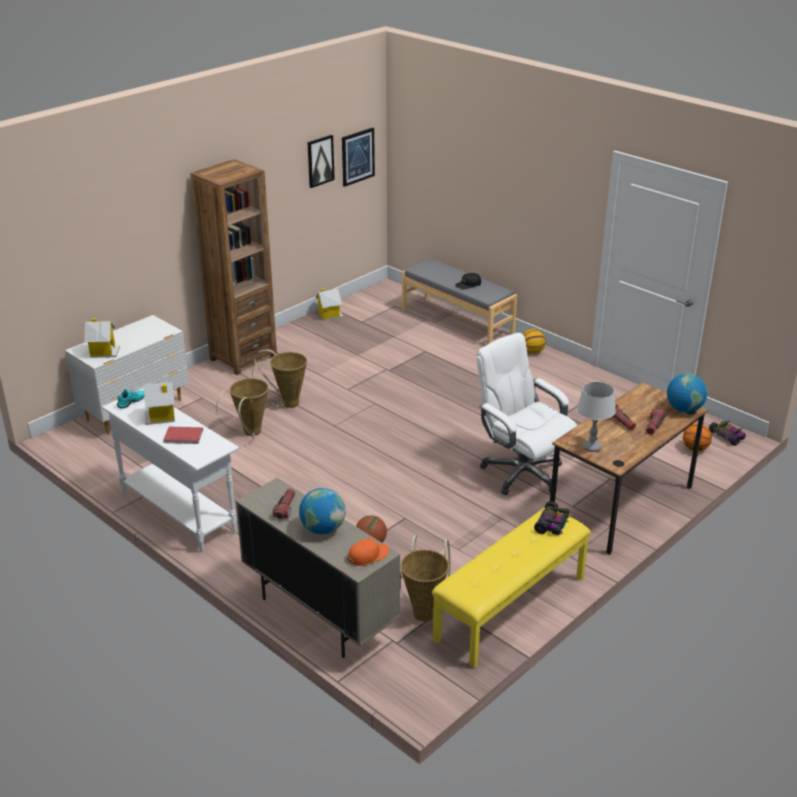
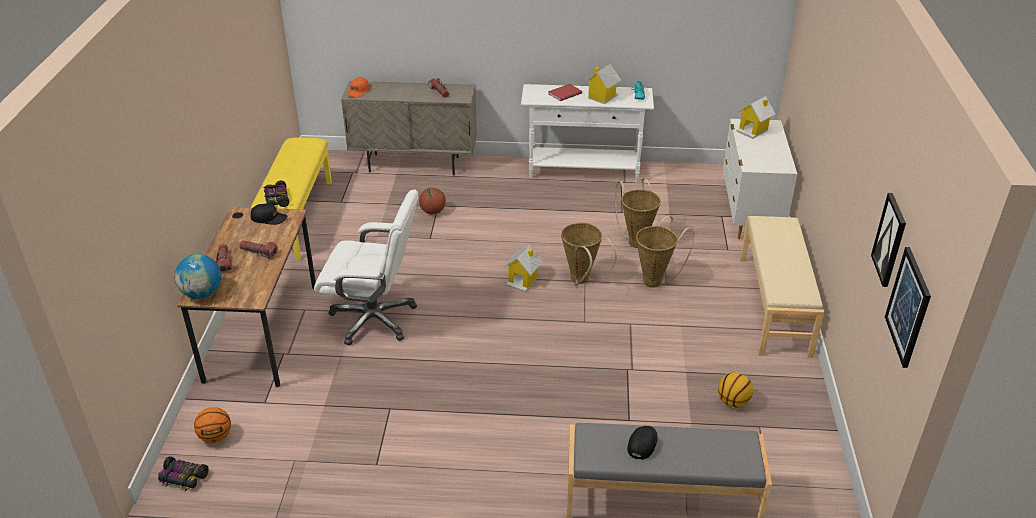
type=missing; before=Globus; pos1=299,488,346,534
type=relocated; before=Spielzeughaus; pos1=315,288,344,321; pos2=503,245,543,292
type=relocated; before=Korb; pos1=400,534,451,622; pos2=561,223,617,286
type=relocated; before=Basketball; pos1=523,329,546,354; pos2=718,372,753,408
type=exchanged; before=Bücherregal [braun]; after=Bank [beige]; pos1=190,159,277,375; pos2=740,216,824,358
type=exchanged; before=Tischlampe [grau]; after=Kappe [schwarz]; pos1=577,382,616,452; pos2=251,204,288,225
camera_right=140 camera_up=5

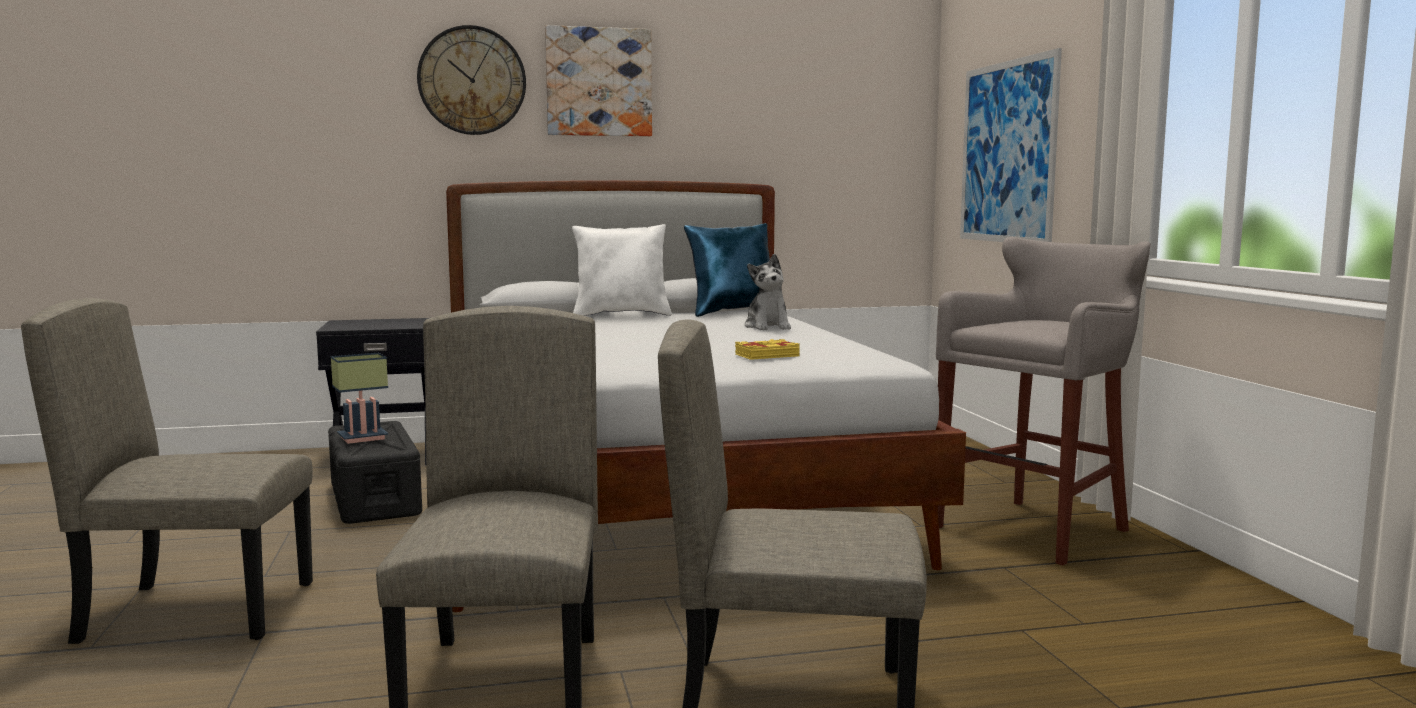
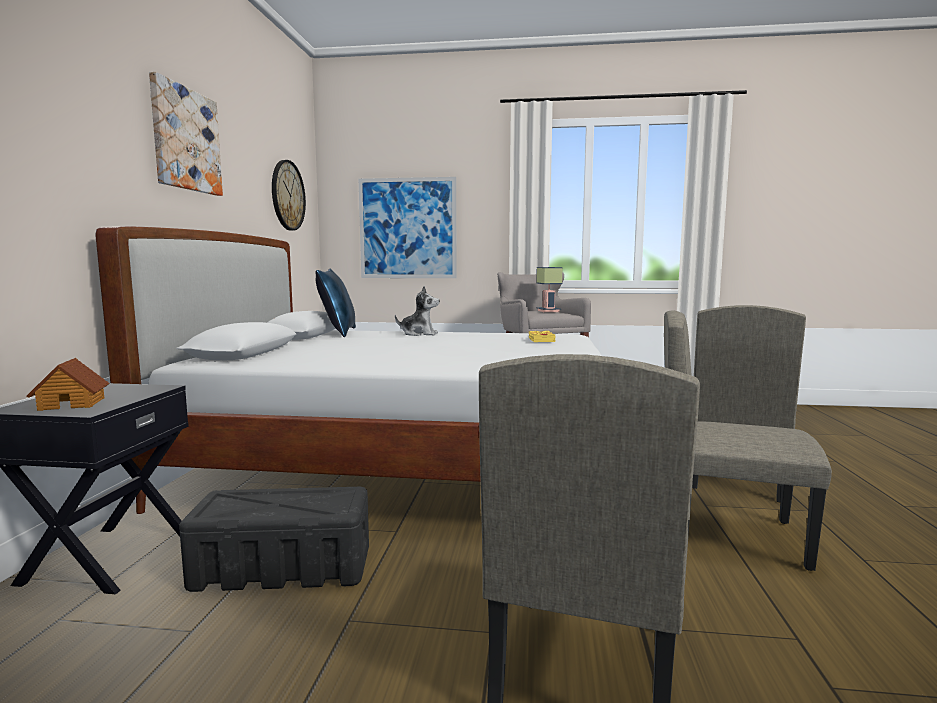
type=missing; before=Kissen [weiß]; pos1=572,224,672,316
type=appeared; after=Spielzeughaus; pos2=27,358,109,411
type=relocated; before=Tischlampe; pos1=331,353,389,444; pos2=536,267,563,312
type=relocated; before=Wanduhr; pos1=417,25,526,135; pos2=272,160,306,230
camera_right=-70 camera_up=0

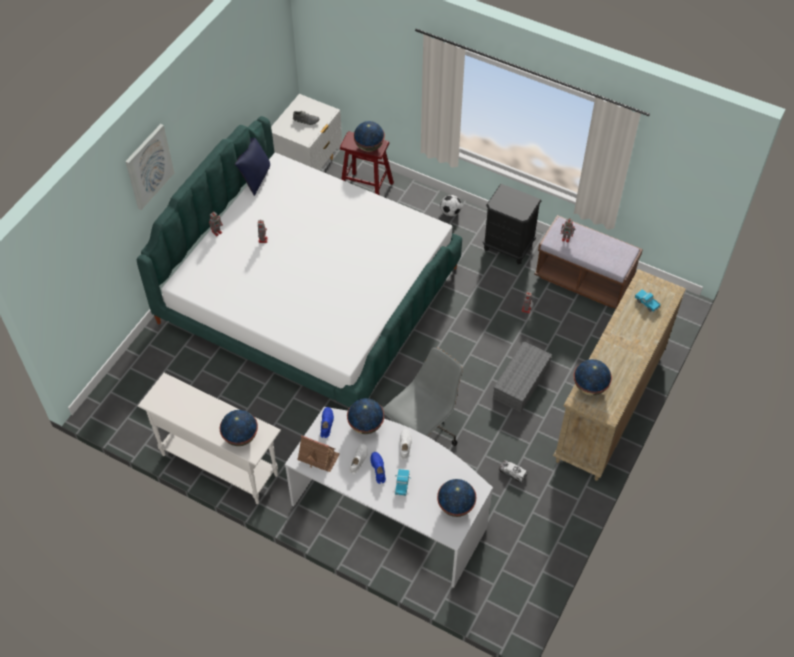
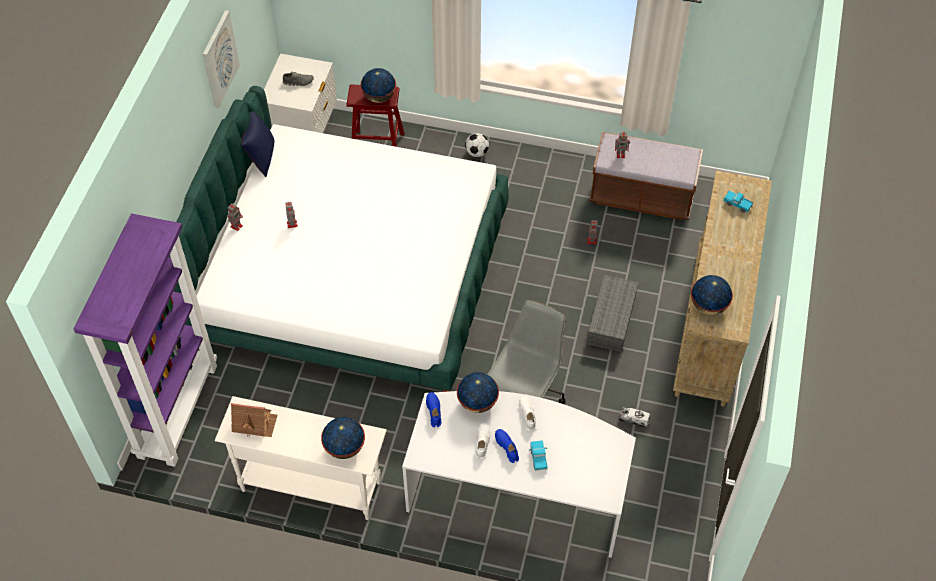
type=missing; before=Globus; pos1=437,479,476,517
type=missing; before=Nachttisch [schwarz]; pos1=483,184,542,264
type=appeared; after=Bücherregal [lila]; pos2=73,213,217,467
type=relocated; before=Bild; pos1=125,124,174,210; pos2=203,10,240,108
type=relocated; before=Spielzeughaus; pos1=297,435,340,472; pos2=231,403,277,437
camera_right=-15 camera_up=0

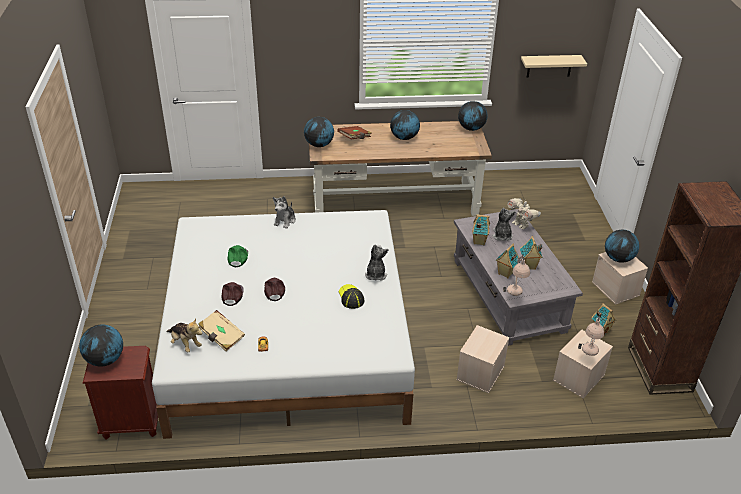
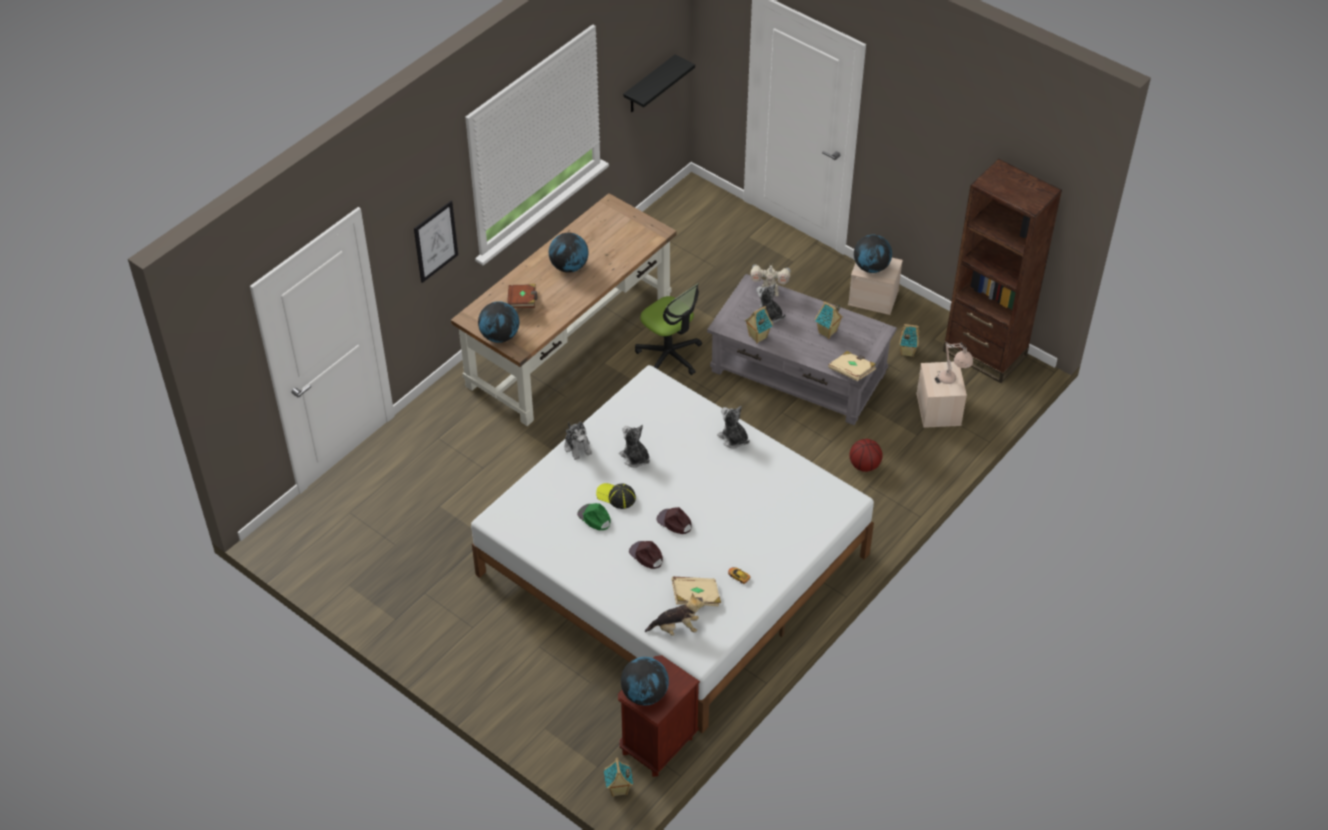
type=missing; before=Globus; pos1=458,101,488,131
type=appeared; after=Bild; pos2=414,201,458,283
type=appeared; after=Plüschtier; pos2=619,425,650,468
type=appeared; after=Bürostuhl; pos2=635,283,702,375
type=relocated; before=Kappe; pos1=338,284,364,309; pos2=596,483,636,509
type=relocated; before=Spielzeughaus; pos1=496,243,520,279; pos2=604,758,633,797
type=exchanged; before=Aufbewahrungsbox [beige]; after=Basketball; pos1=456,325,510,393; pos2=850,439,883,472
type=exchanged; before=Tischlampe [beige]; after=Buch [beige]; pos1=503,255,530,296; pos2=828,351,876,381
type=colour; before=Wandregal [beige]; after=Wandregal [schwarz]; pos1=521,55,587,77; pos2=623,55,695,112
camera_right=-45 camera_up=10

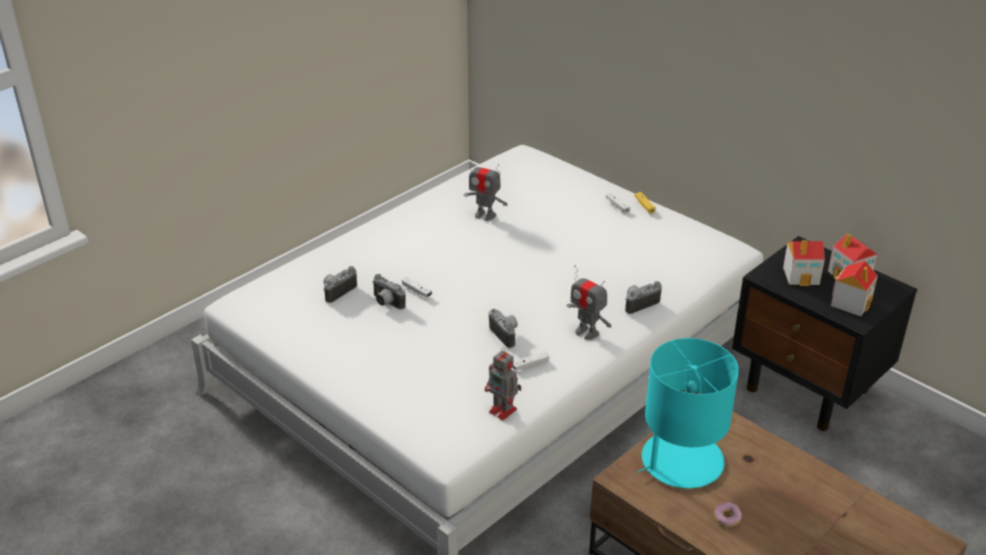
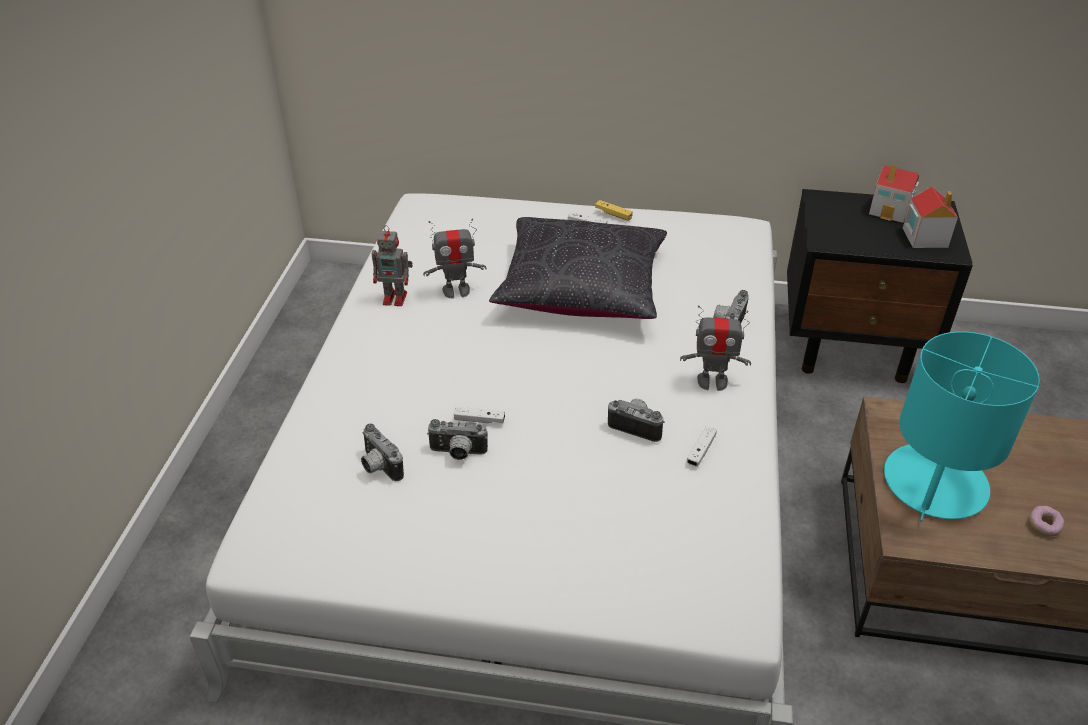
type=missing; before=Spielzeughaus; pos1=783,240,825,286
type=appeared; after=Kissen [schwarz]; pos2=489,217,667,319
type=relocated; before=Spielzeugroboter; pos1=485,348,521,420; pos2=372,225,413,306
type=spun; before=Kamera; pos1=323,266,357,303; pos2=361,423,404,481; turn=-45
camera_right=-35 camera_up=5

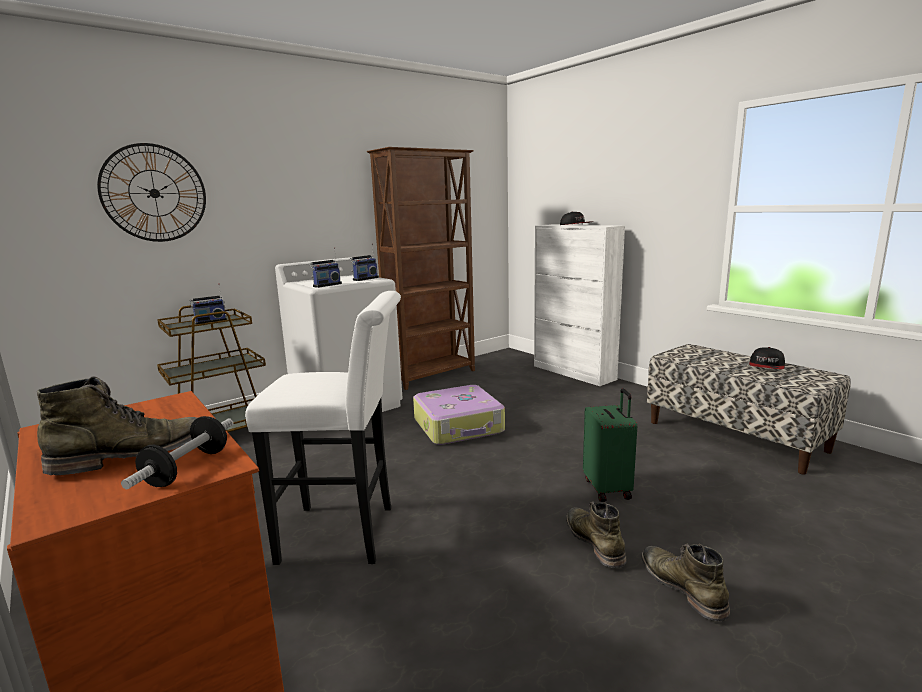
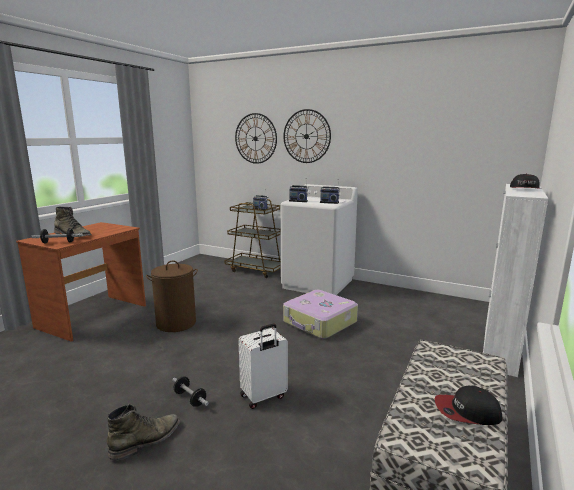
type=missing; before=Bücherregal [braun]; pos1=367,147,475,390
type=appeared; after=Wanduhr; pos2=283,109,331,163
type=exchanged; before=Hocker [weiß]; after=Wäschekorb [braun]; pos1=245,291,401,565; pos2=146,260,198,332
type=exchanged; before=Stiefel [grün]; after=Hantel; pos1=566,501,627,568; pos2=172,376,209,407
type=colour; before=Koffer [grün]; after=Koffer [weiß]; pos1=583,388,637,502; pos2=238,324,288,409
camera_right=65 camera_up=0

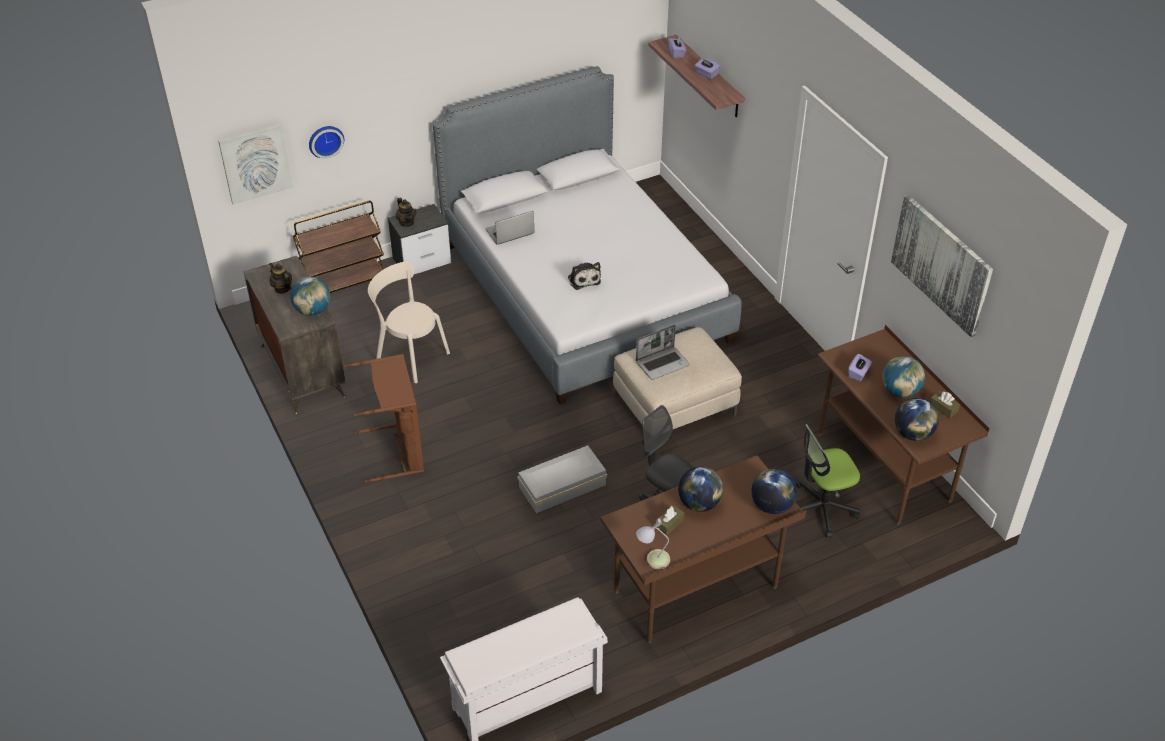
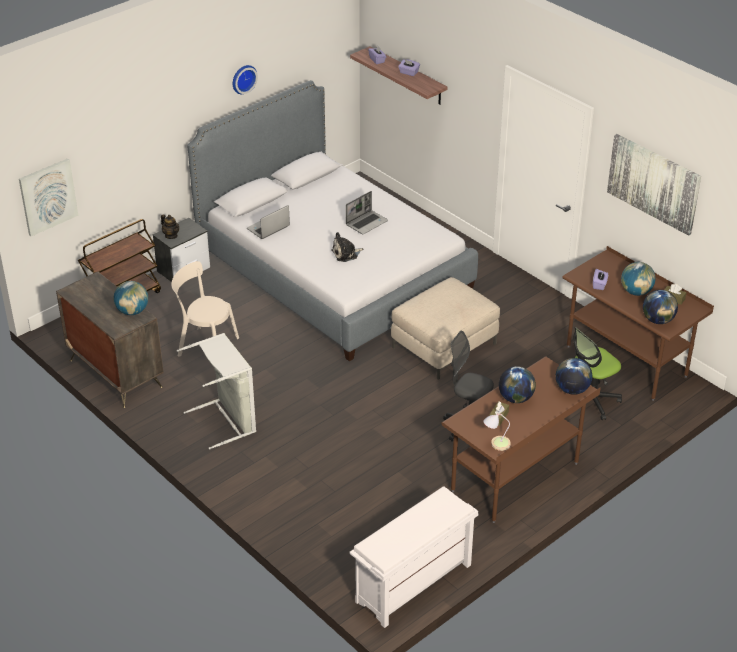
type=missing; before=Teekanne; pos1=270,263,292,294
type=missing; before=Aufbewahrungsbox [weiß]; pos1=517,445,607,513
type=relocated; before=Wanduhr; pos1=309,126,344,159; pos2=233,65,258,94
type=relocated; before=Laptop; pos1=636,325,690,380; pos2=346,191,388,234
type=colour; before=Wäschekorb [braun]; after=Wäschekorb [grau]; pos1=344,354,424,483; pos2=177,333,256,449
type=spun; before=Plüschtier; pos1=568,262,601,290; pos2=331,232,363,262; turn=105
camera_right=-15 camera_up=-5

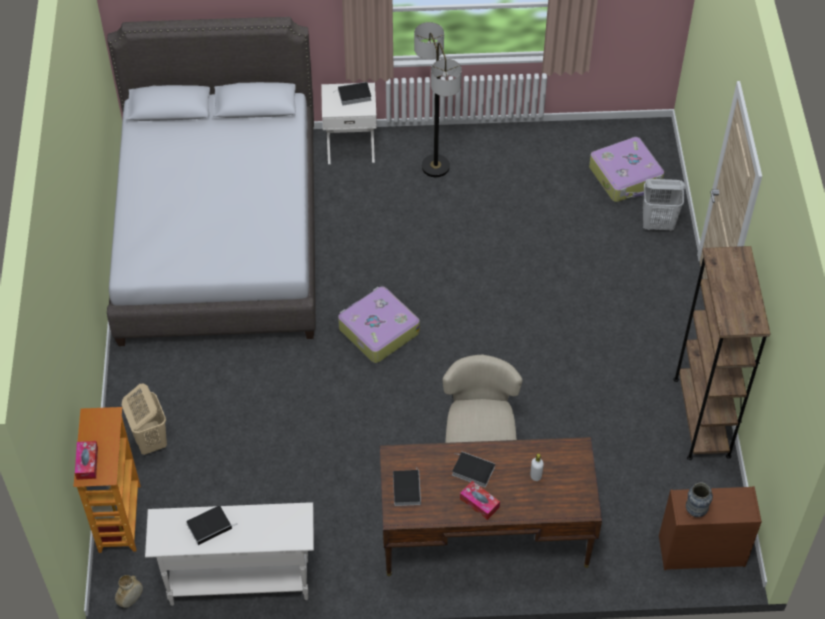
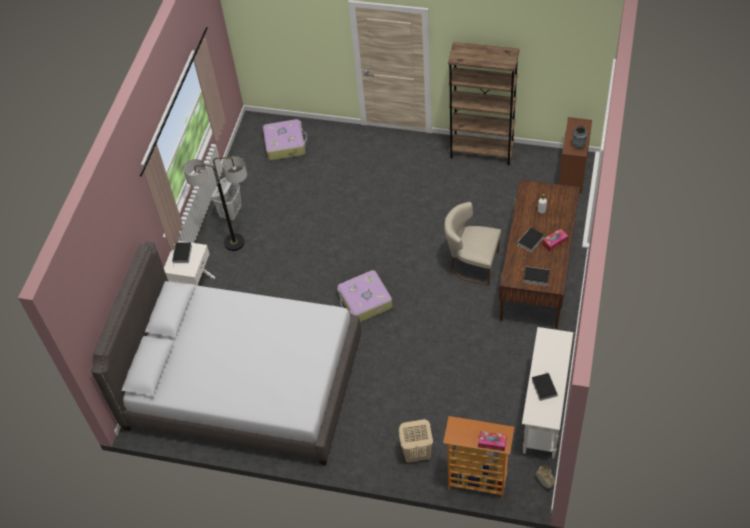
type=relocated; before=Wäschekorb [weiß]; pos1=643,179,686,231; pos2=212,177,242,220
camera_right=-70 camera_up=0

